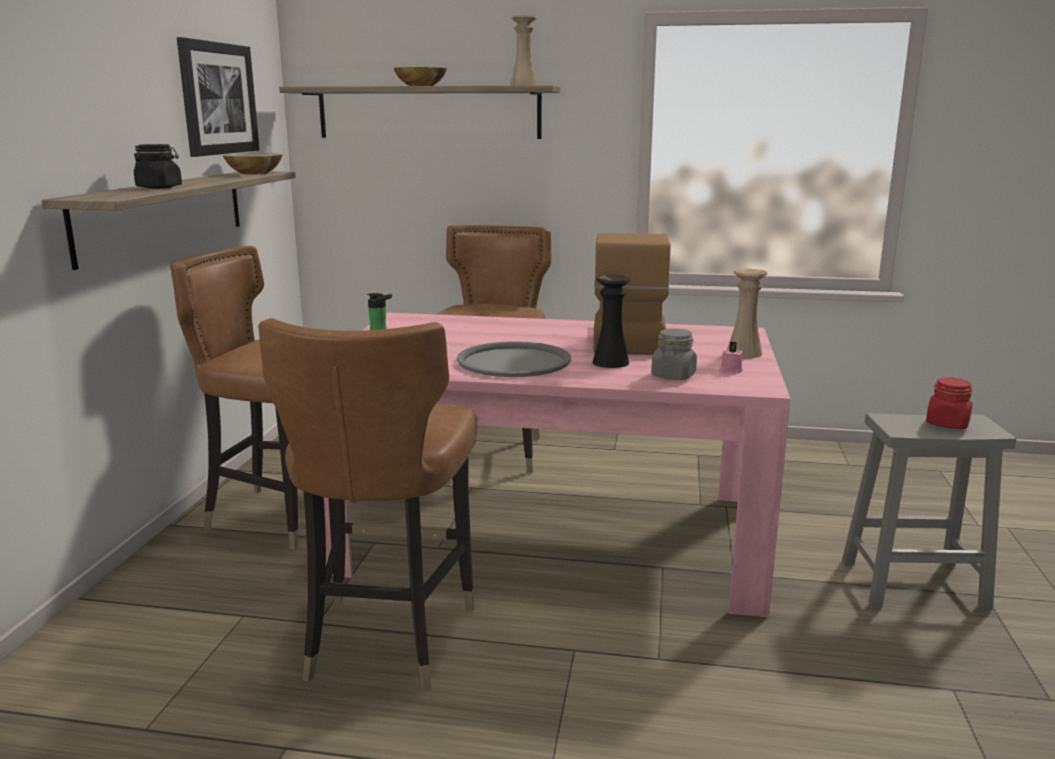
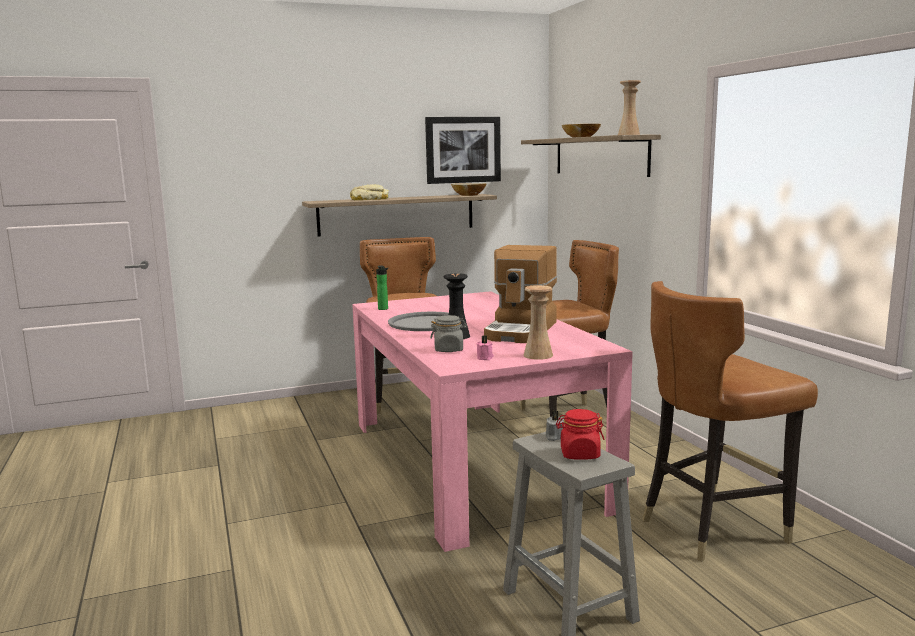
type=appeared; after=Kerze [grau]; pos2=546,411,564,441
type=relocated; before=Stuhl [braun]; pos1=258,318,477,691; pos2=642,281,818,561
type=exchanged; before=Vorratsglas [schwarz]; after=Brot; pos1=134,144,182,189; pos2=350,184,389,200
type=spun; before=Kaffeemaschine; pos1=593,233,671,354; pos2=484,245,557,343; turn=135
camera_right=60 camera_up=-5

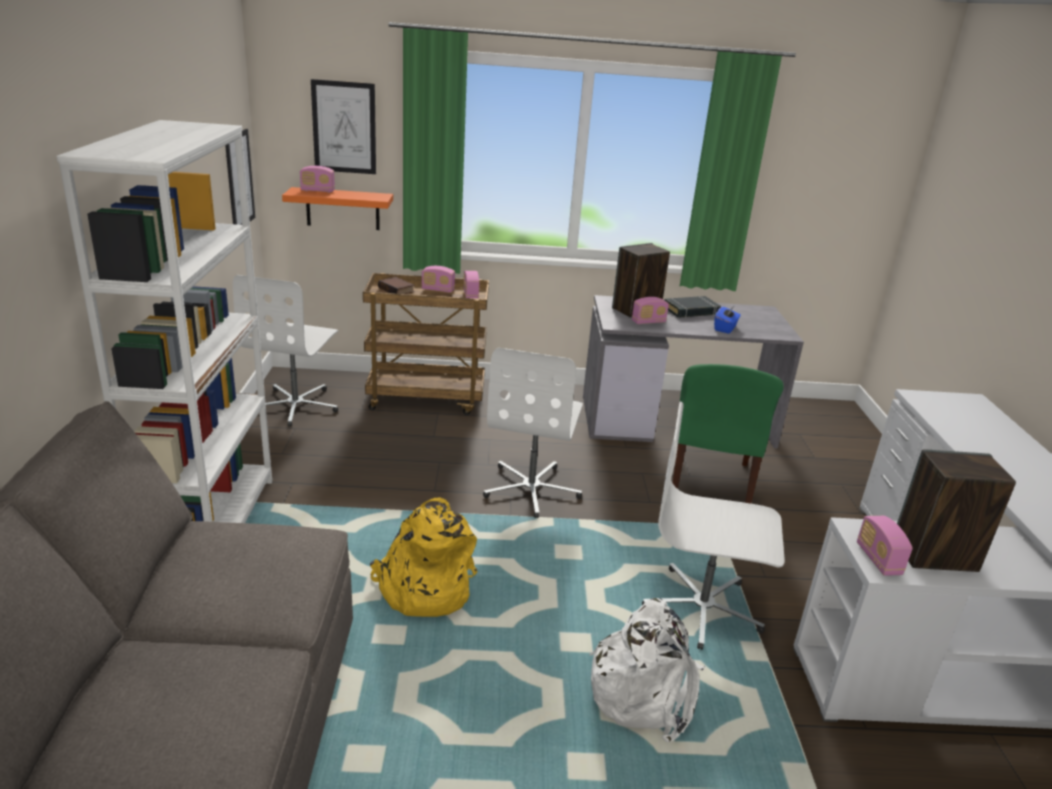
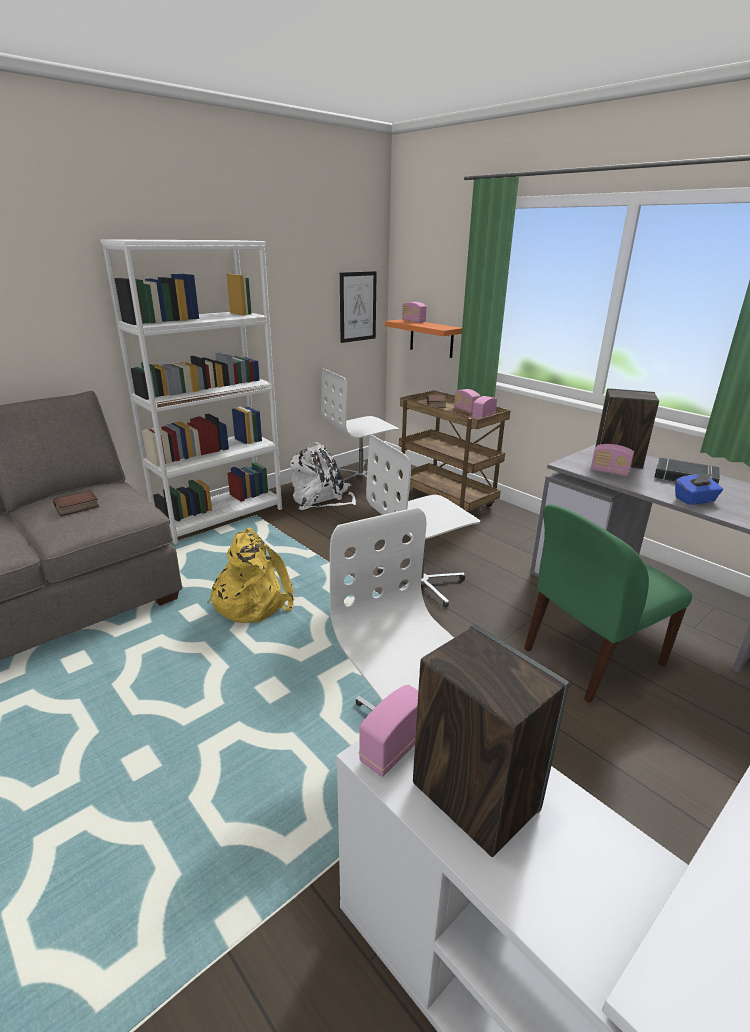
type=missing; before=Bild; pos1=311,79,376,174
type=appeared; after=Buch; pos2=53,490,100,516
type=relocated; before=Rucksack [weiß]; pos1=589,598,705,743; pos2=290,442,356,510
camera_right=50 camera_up=0

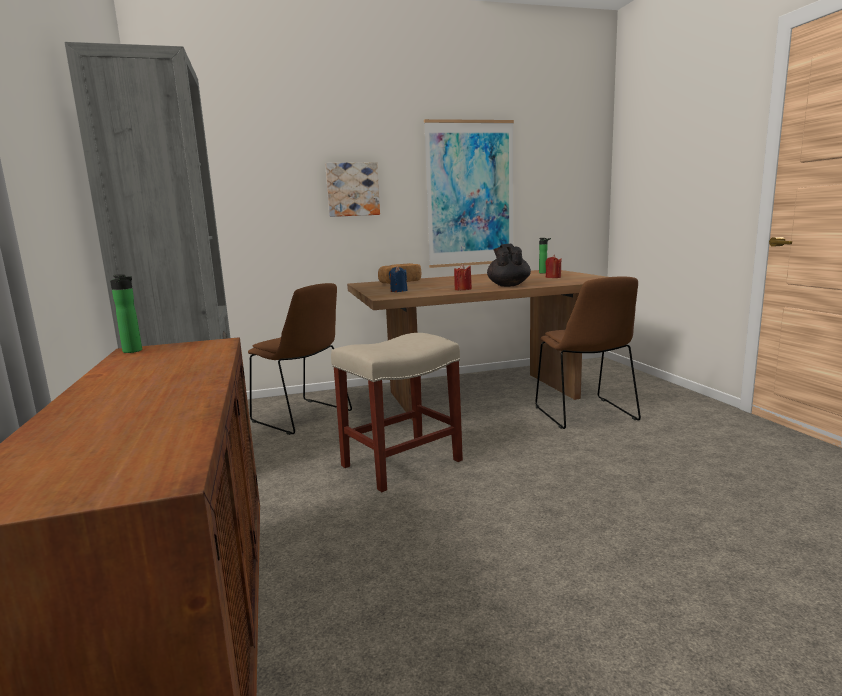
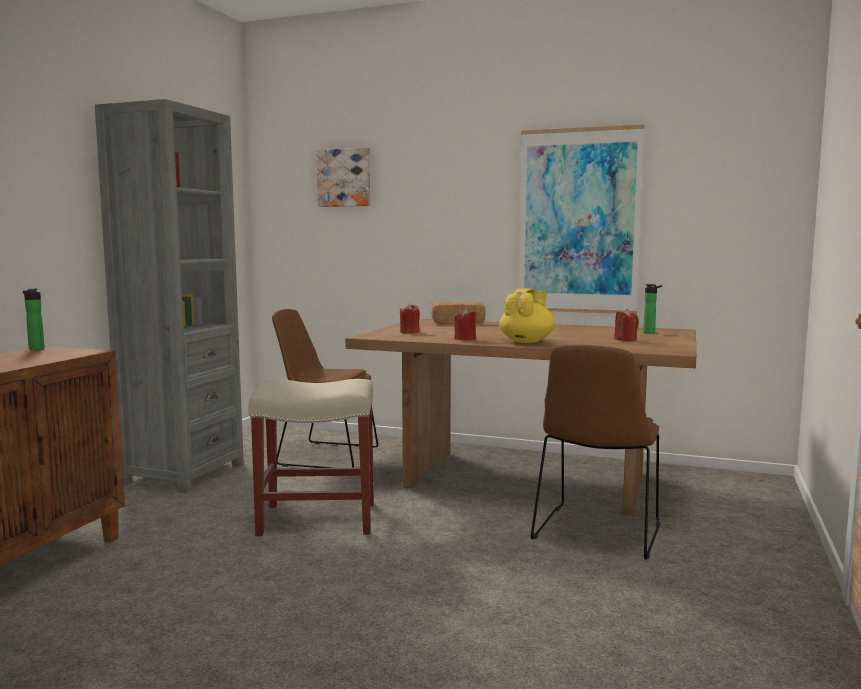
type=relocated; before=Bild; pos1=325,162,380,217; pos2=316,148,370,207
type=colour; before=Kerze [blau]; after=Kerze [rot]; pos1=389,266,408,292; pos2=400,304,420,333
type=colour; before=Teekanne [schwarz]; after=Teekanne [gelb]; pos1=487,244,531,287; pos2=499,289,555,343
type=spun; before=Stuhl [braun]; pos1=248,283,352,435; pos2=272,309,378,468; turn=120
camera_right=35 camera_up=-5

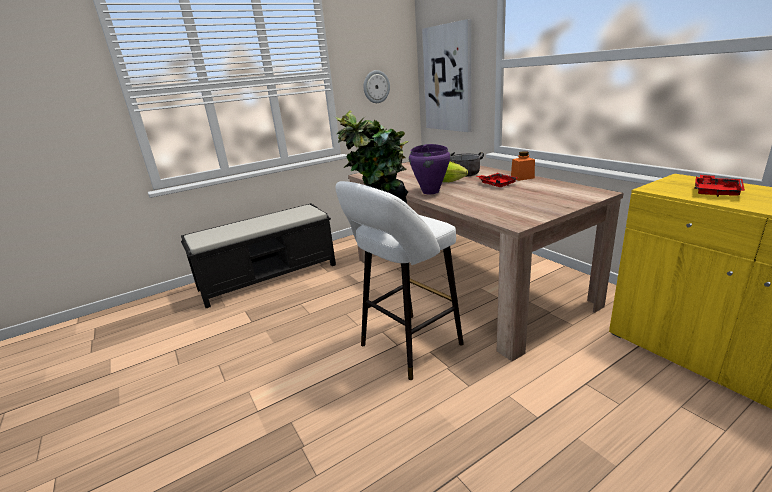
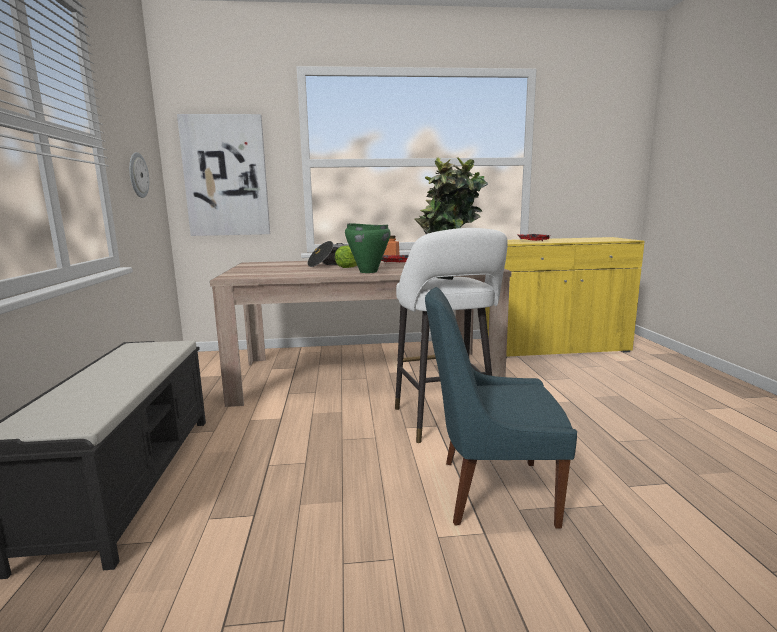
type=appeared; after=Stuhl [blau]; pos2=425,287,577,529
type=colour; before=Kochtopf [lila]; after=Kochtopf [grün]; pos1=409,144,450,194; pos2=345,223,391,273
camera_right=-65 camera_up=-10

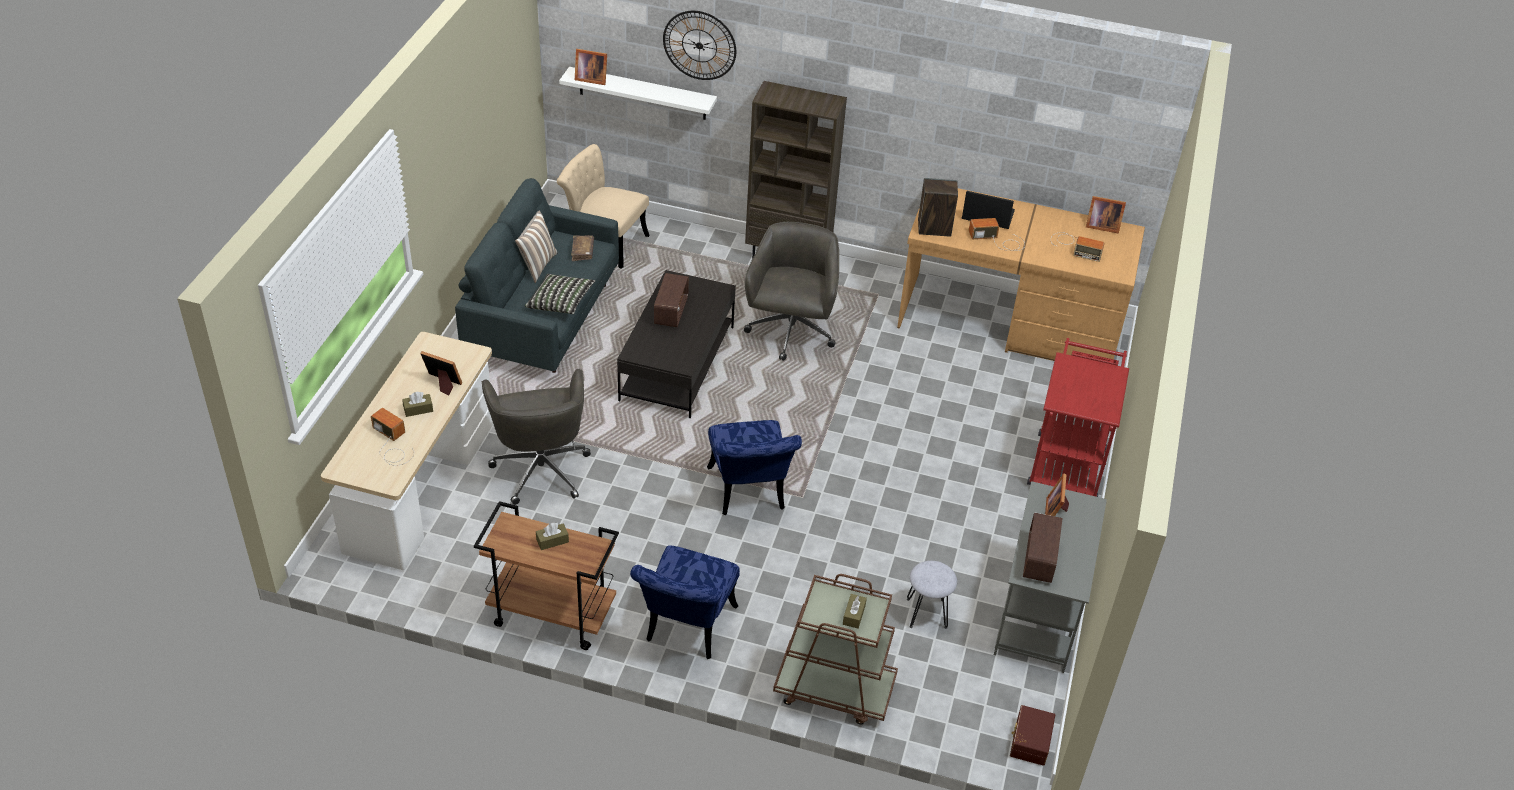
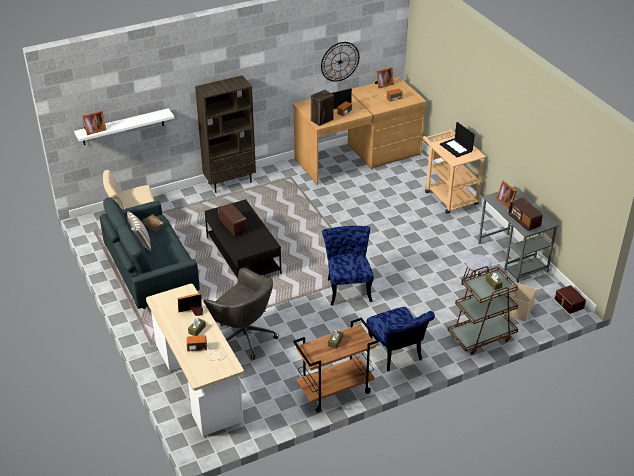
type=missing; before=Kissen; pos1=525,274,595,314
type=missing; before=Bürostuhl [grau]; pos1=744,222,839,361
type=appeared; after=Laptop; pos2=440,122,475,157
type=appeared; after=Aufbewahrungsbox [beige]; pos2=504,282,536,322
type=relocated; before=Wanduhr; pos1=663,11,736,80; pos2=321,42,359,82
type=colour; before=Rollwagen [rot]; after=Rollwagen [beige]; pos1=1027,338,1129,497; pos2=423,129,486,214
type=spun; before=Stuhl [blau]; pos1=707,420,802,515; pos2=322,226,374,305; turn=-135
camera_right=-40 camera_up=-5

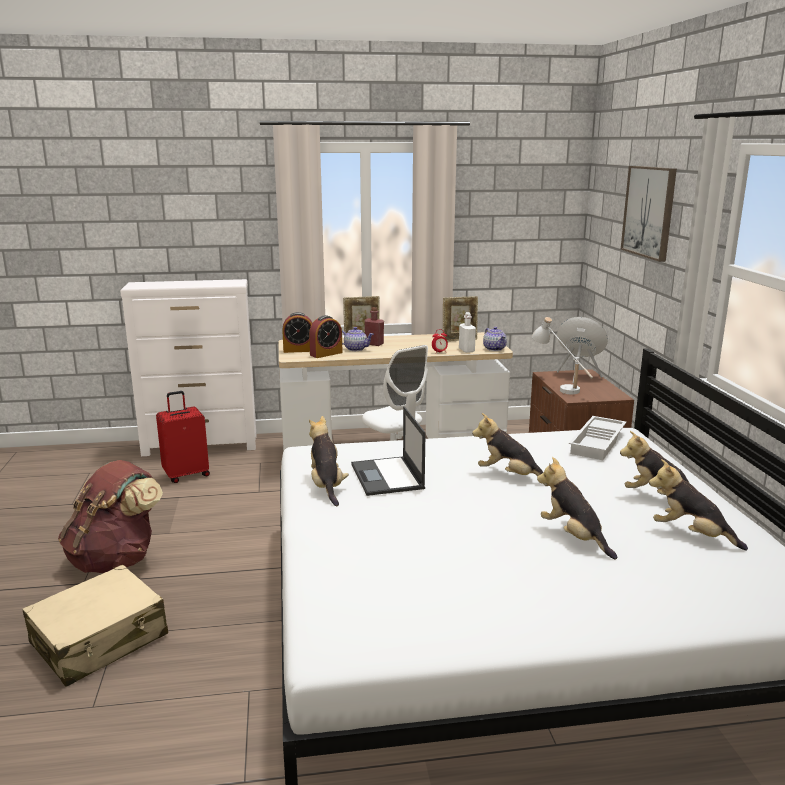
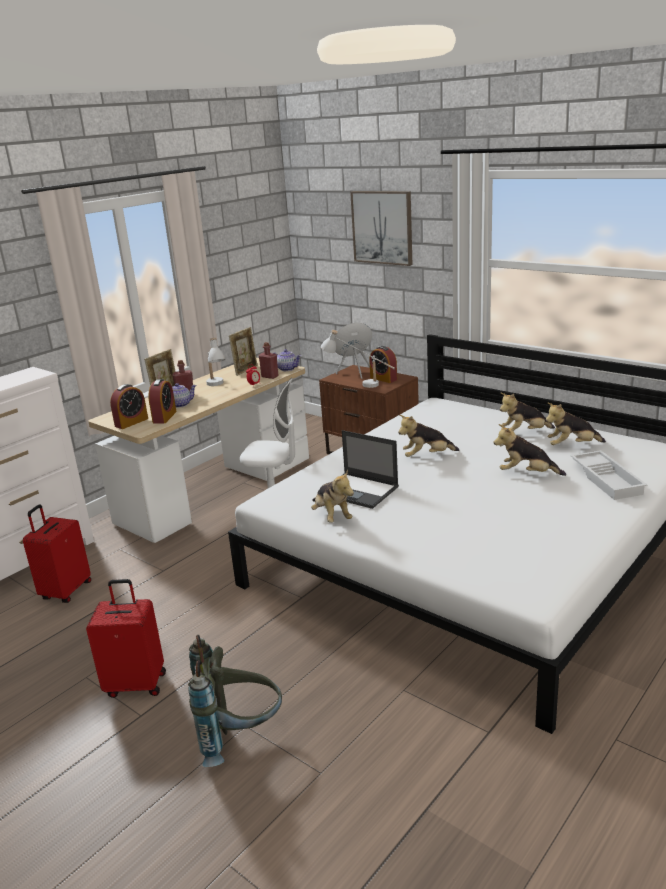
type=appeared; after=Tischlampe [weiß]; pos2=206,338,226,386
type=appeared; after=Wecker; pos2=369,346,397,383
type=relocated; before=Tablett [weiß]; pos1=569,416,626,460; pos2=571,450,647,500
type=exchanged; before=Koffer [beige]; after=Rucksack [grau]; pos1=23,565,168,687; pos2=188,635,282,767
type=exchanged; before=Rucksack [braun]; after=Koffer [rot]; pos1=58,460,163,573; pos2=86,579,166,698
type=colour; before=Flasche [weiß]; after=Flasche [rot]; pos1=459,312,476,353; pos2=259,342,278,379
type=spun; before=Plüschtier; pos1=309,416,349,506; pos2=311,470,354,523; turn=-150
camera_right=-40 camera_up=5

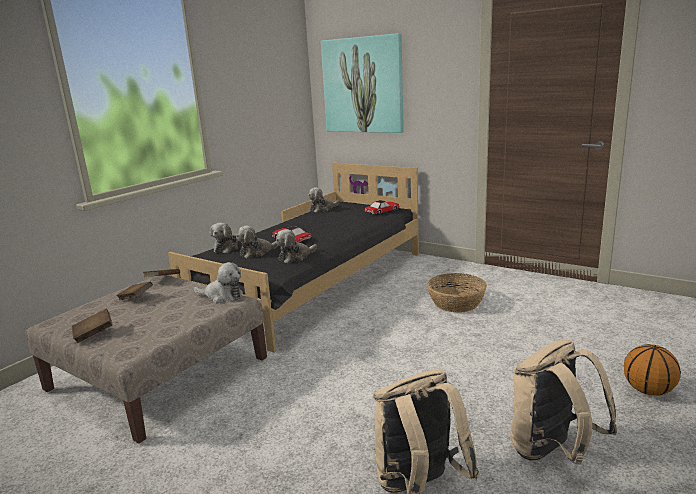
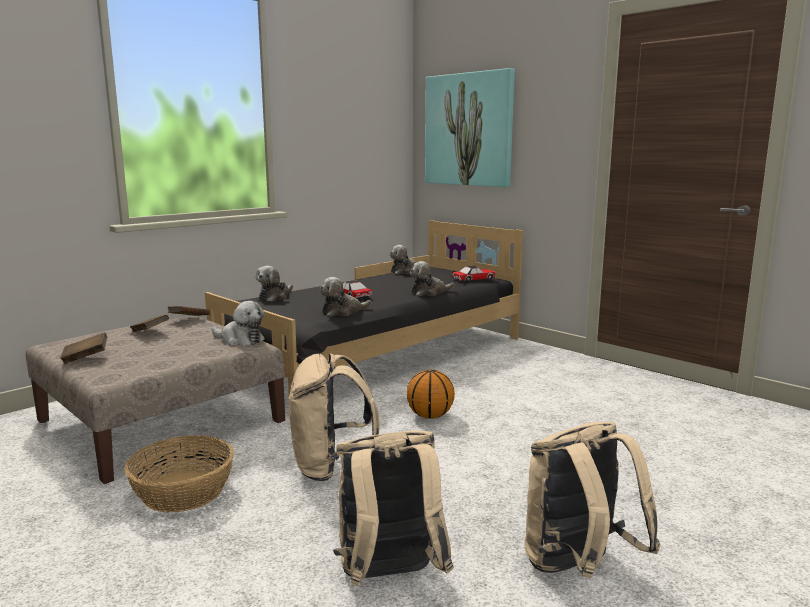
type=appeared; after=Rucksack [beige]; pos2=289,353,380,481
type=relocated; before=Plüschtier; pos1=236,226,278,258; pos2=410,261,454,296
type=relocated; before=Korb; pos1=427,273,487,313; pos2=124,435,234,513
type=relocated; before=Basketball; pos1=624,344,681,396; pos2=406,370,455,419
camera_right=10 camera_up=-5

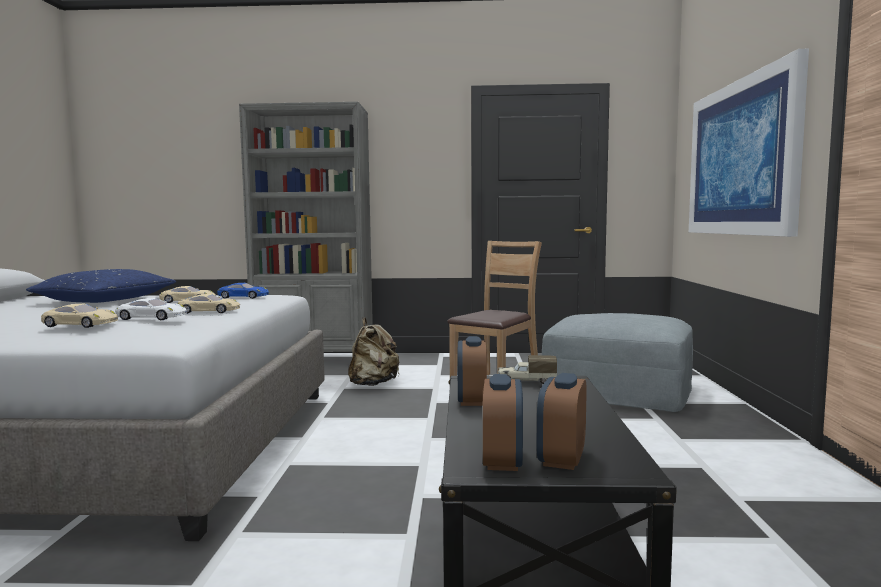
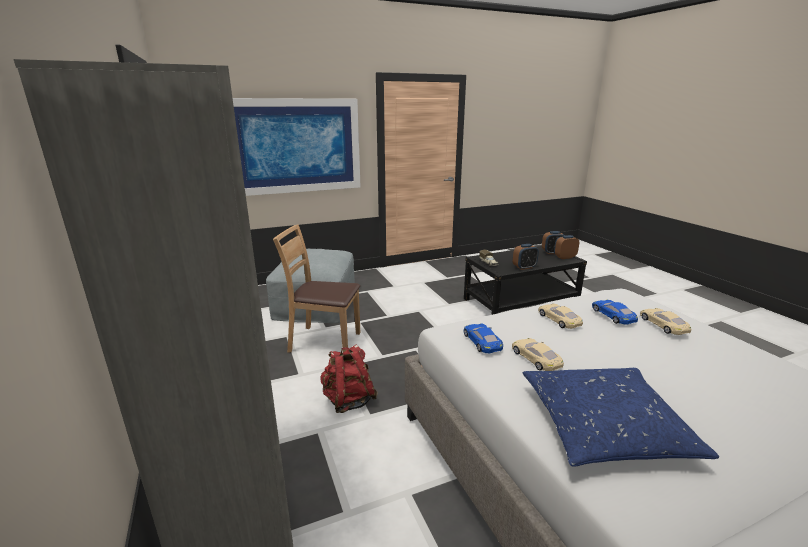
type=colour; before=Spielzeugauto [weiß]; after=Spielzeugauto [blau]; pos1=115,298,187,320; pos2=592,299,638,324
type=colour; before=Rucksack [beige]; after=Rucksack [rot]; pos1=348,318,399,386; pos2=320,345,378,413
camera_right=-115 camera_up=15

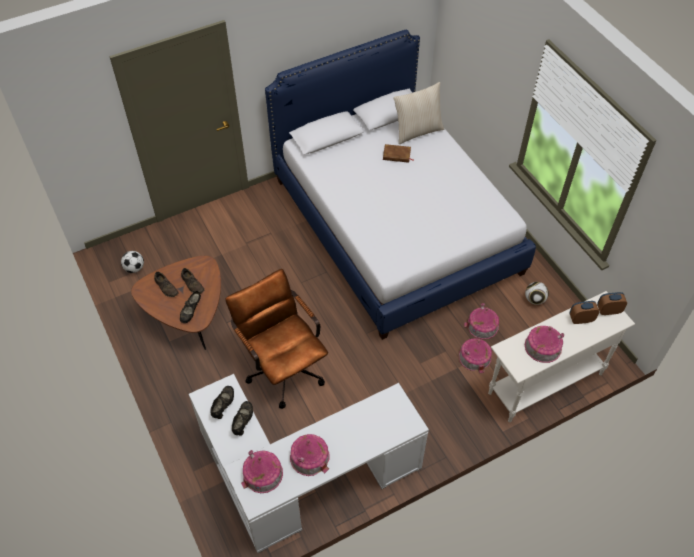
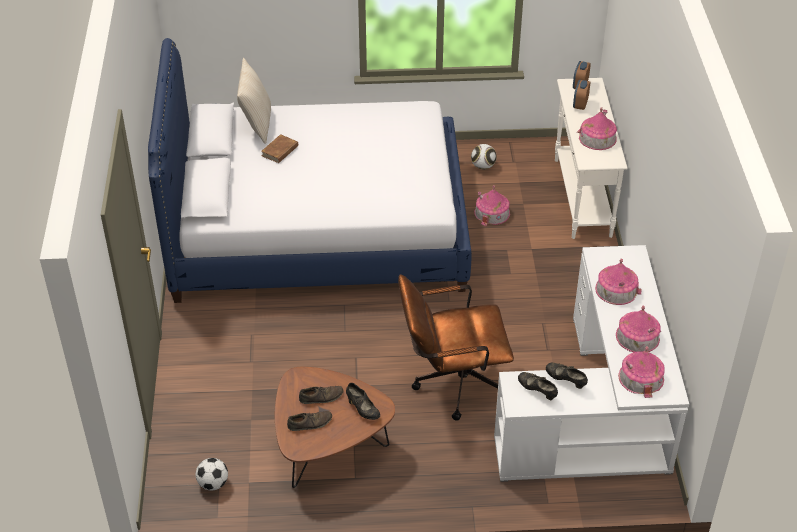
type=relocated; before=Spielzeughaus; pos1=459,338,492,373; pos2=595,259,642,305
camera_right=-65 camera_up=-10

